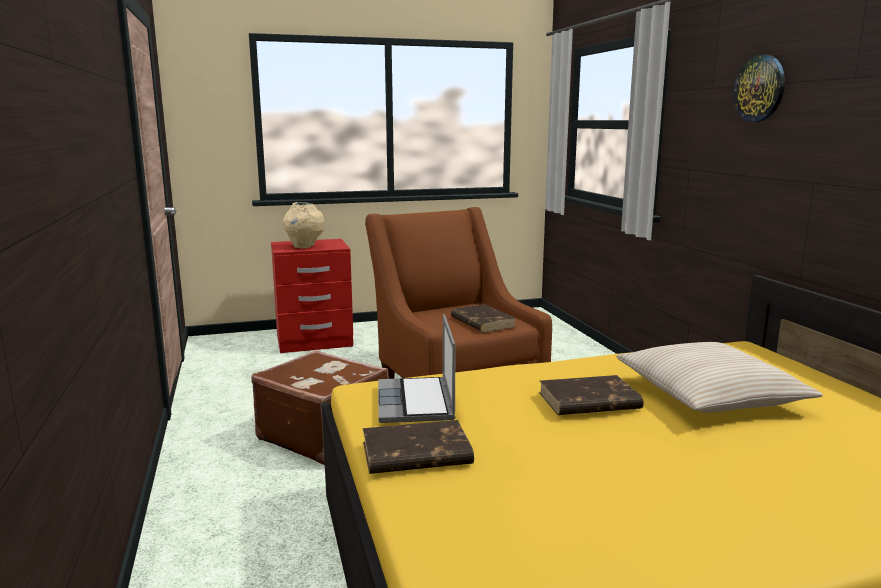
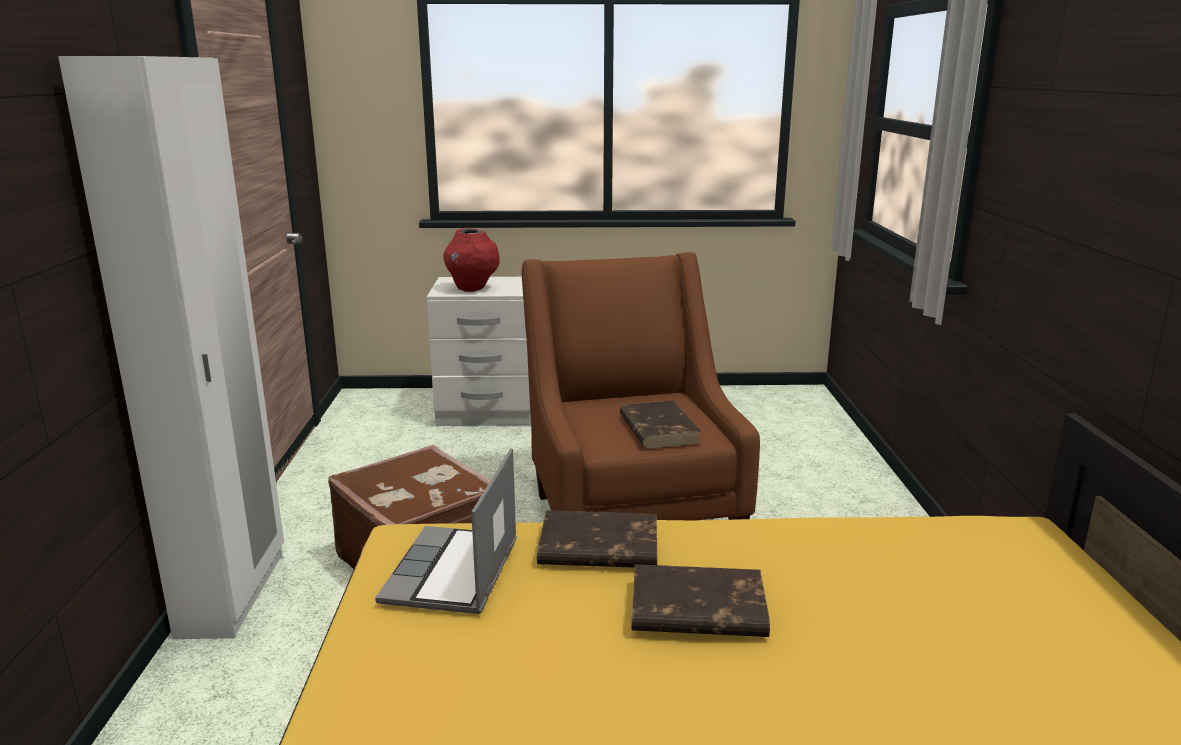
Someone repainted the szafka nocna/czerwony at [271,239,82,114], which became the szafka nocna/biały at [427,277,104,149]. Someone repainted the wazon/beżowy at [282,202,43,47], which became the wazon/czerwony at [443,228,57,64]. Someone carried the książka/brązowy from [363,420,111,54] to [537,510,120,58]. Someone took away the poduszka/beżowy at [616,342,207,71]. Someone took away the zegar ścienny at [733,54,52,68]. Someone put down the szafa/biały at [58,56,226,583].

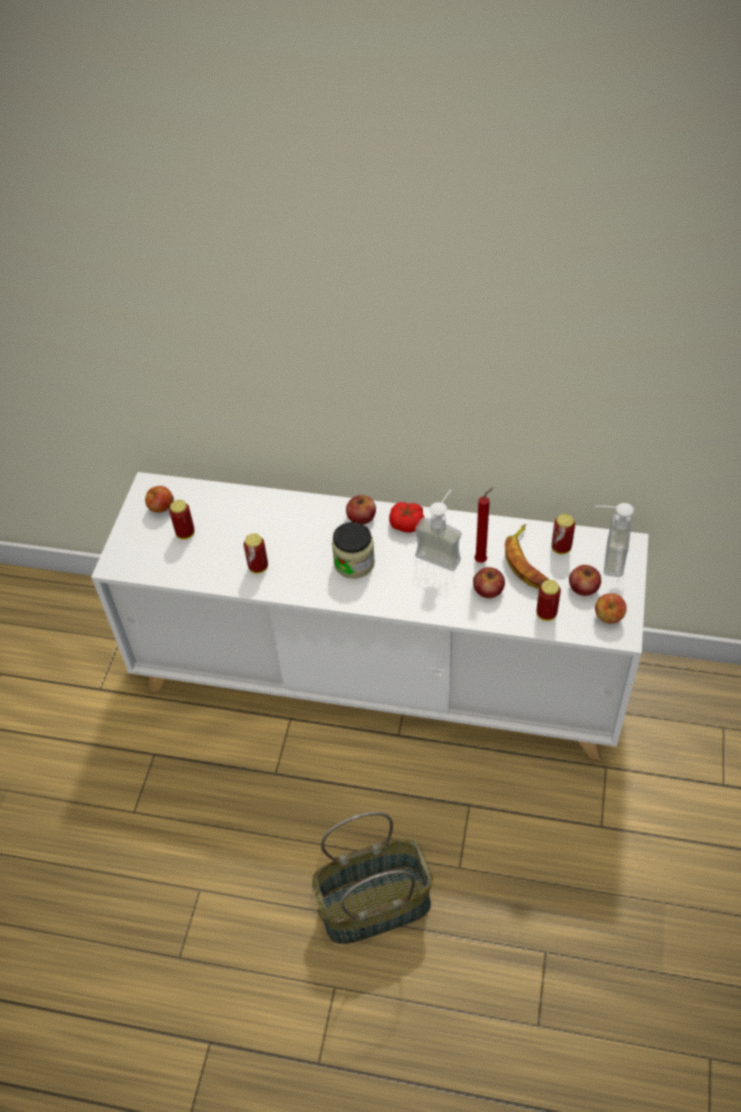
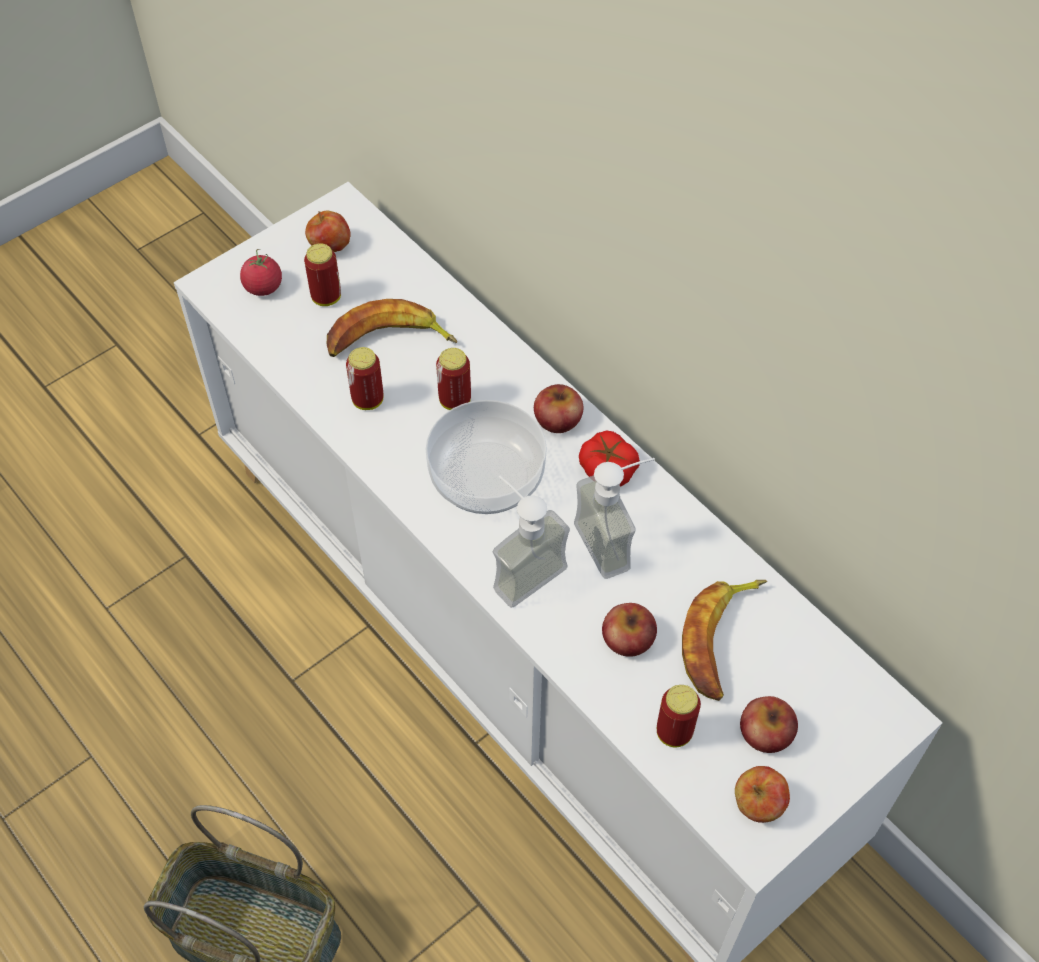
Someone swapped the słoik at [332,522,43,57] for the miska at [426,400,121,114]. Someone took away the świeca/czerwony at [474,487,19,76]. Someone carried the puszka from [551,514,24,40] to [436,348,35,62]. Someone carried the dozownik mydła from [595,503,39,74] to [493,476,77,132]. Someone put down the pomidor at [240,249,42,47]. Someone put down the banan at [327,299,130,58].

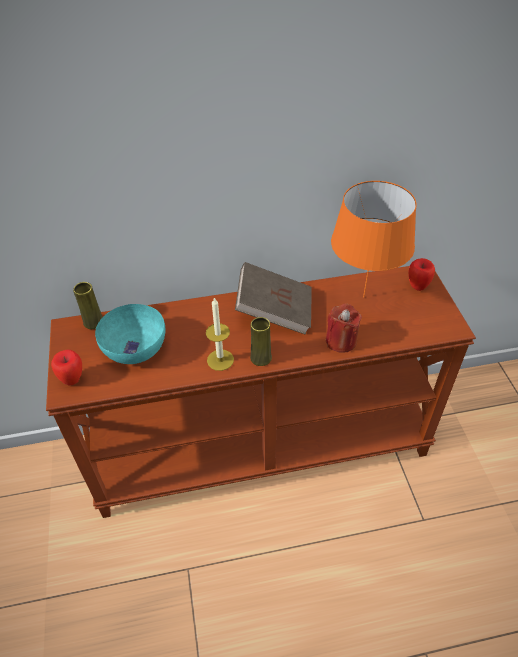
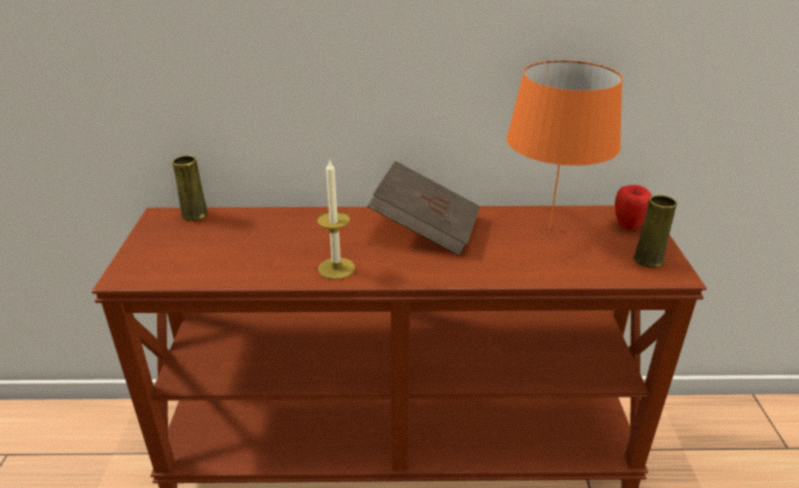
Someone took away the jabłko at [51,350,31,35]. Someone took away the miska/turkusowy at [95,304,70,60]. Someone carried the wazon/żółty from [250,317,22,49] to [634,195,43,73]. Someone took away the świeca/czerwony at [326,303,36,50].

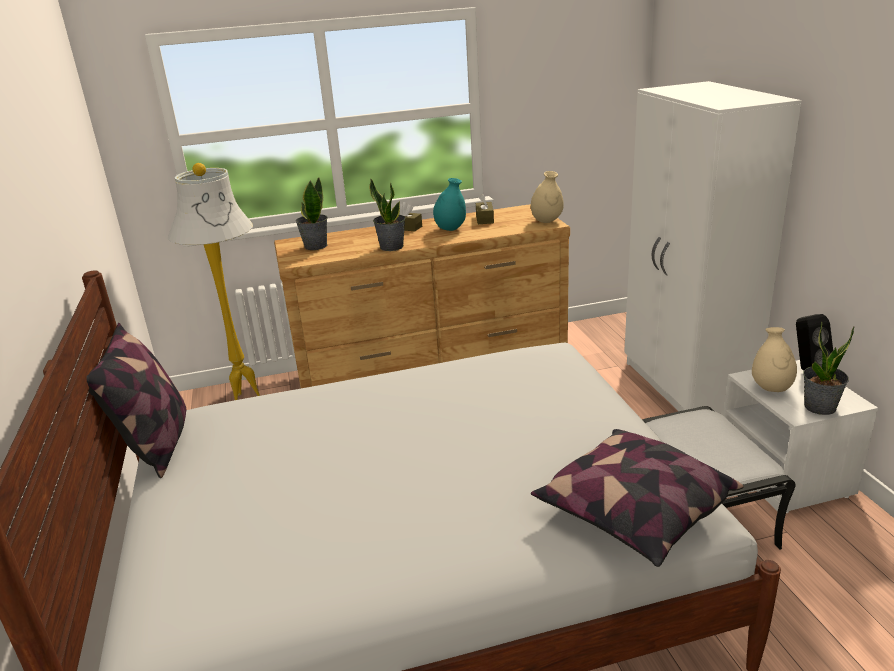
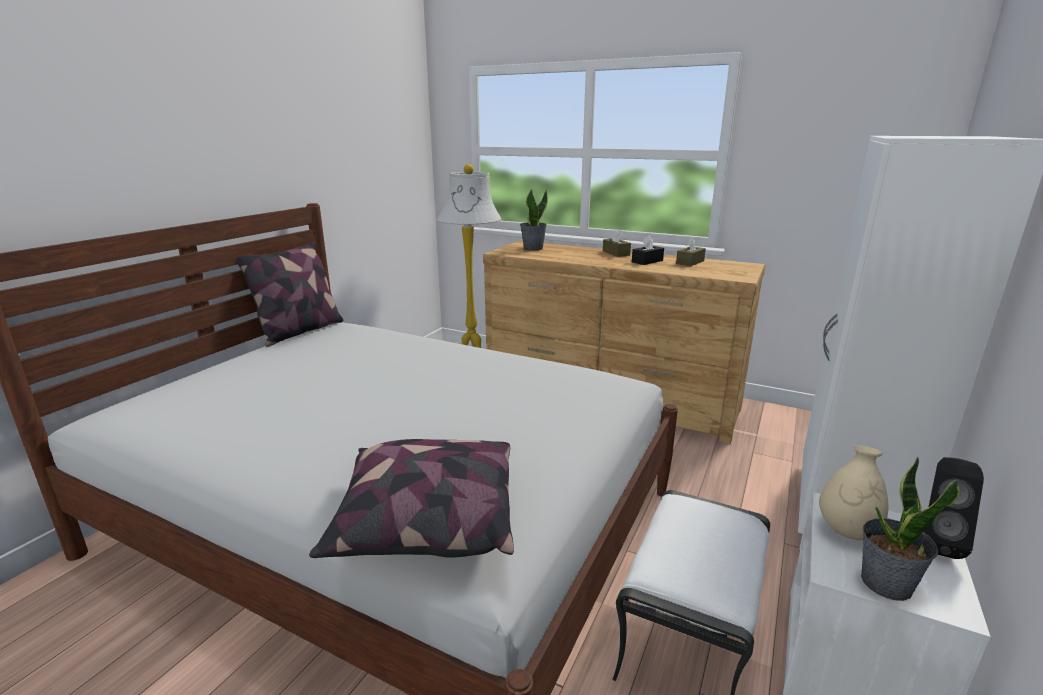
Someone took away the roślina doniczkowa at [369,178,37,73]. Someone swapped the wazon/turkusowy at [433,178,33,53] for the pudełko chusteczek/czarny at [632,236,32,29]. Someone took away the wazon/beżowy at [531,171,33,52].

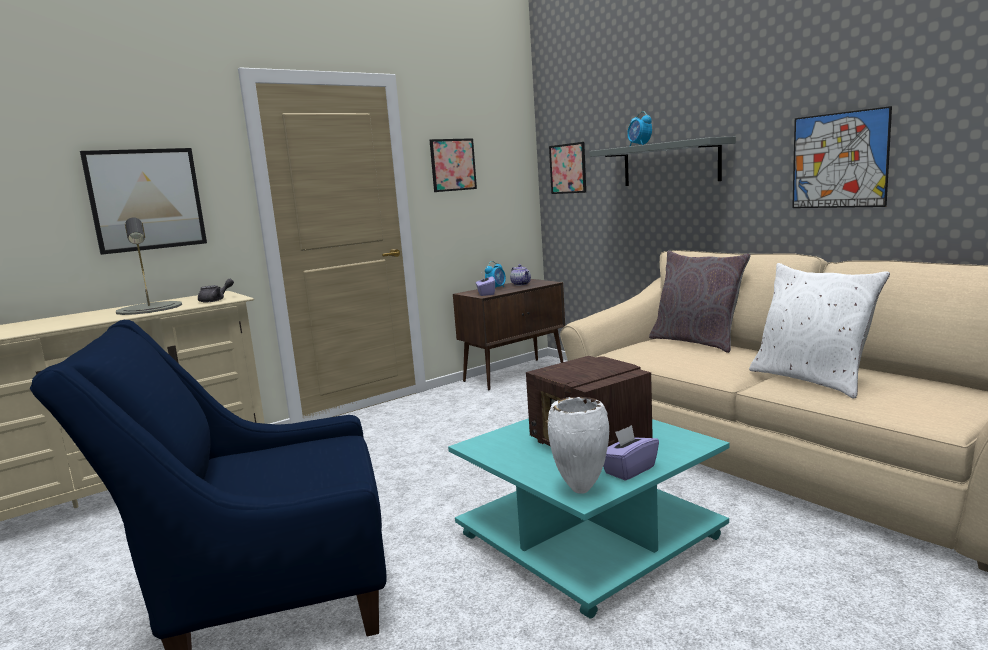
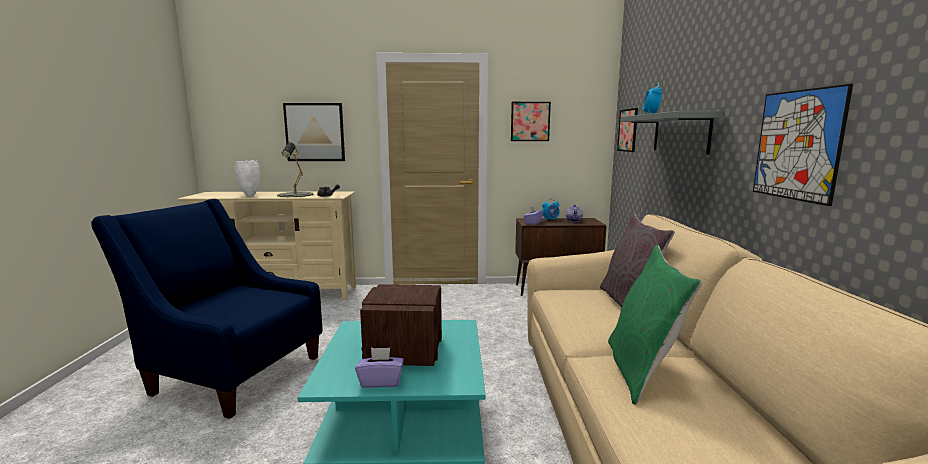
Someone carried the wazon/biały from [548,397,61,97] to [235,160,25,36]. Someone repainted the poduszka/biały at [749,263,141,135], which became the poduszka/zielony at [608,245,94,160].

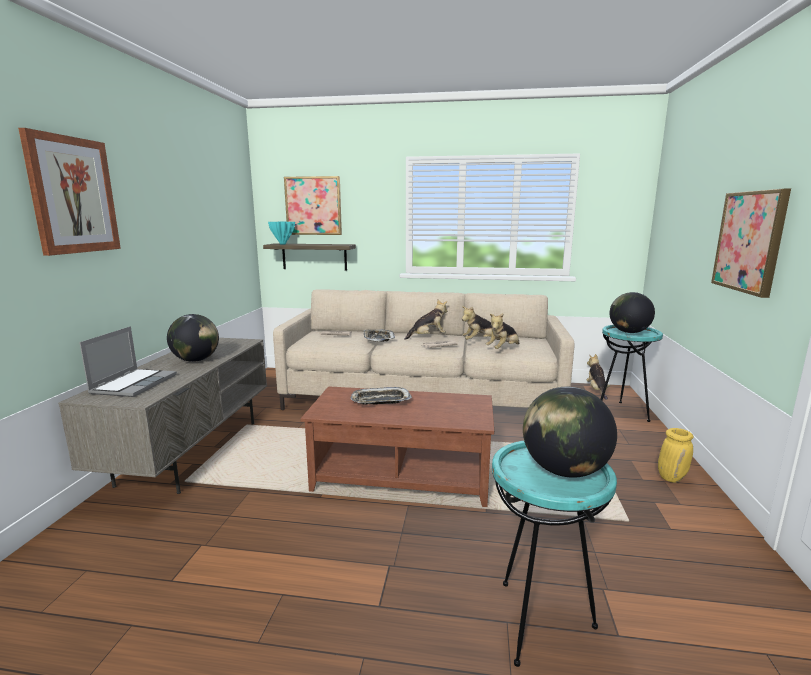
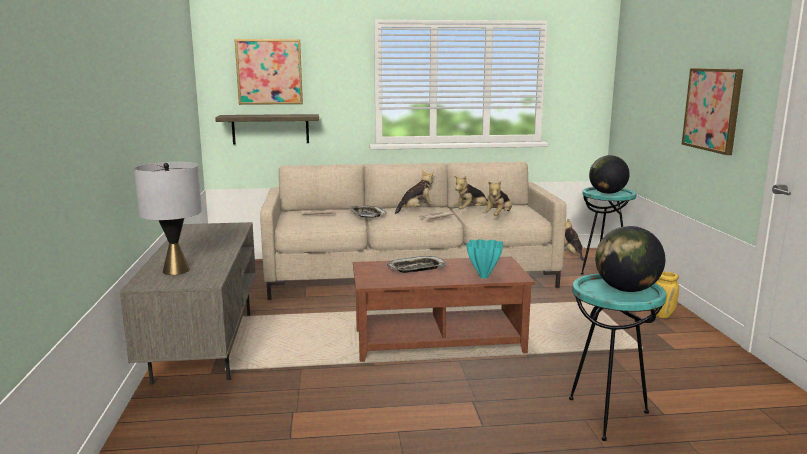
Someone took away the obraz at [18,128,103,128]. Someone swapped the laptop at [79,326,98,71] for the lampa stołowa/szary at [134,162,68,113]. Someone took away the globus at [167,314,52,48]. Someone carried the wazon/turkusowy from [268,222,27,23] to [466,239,37,40].

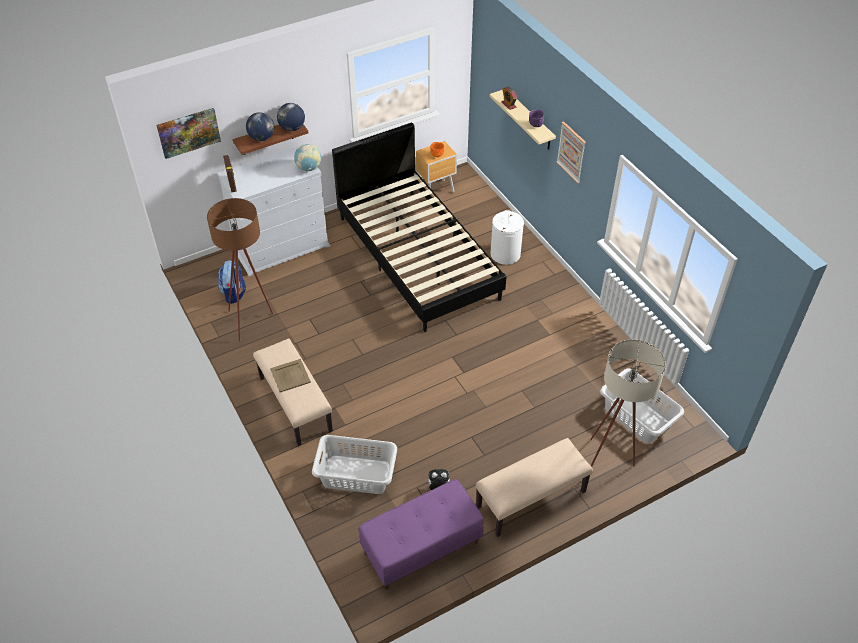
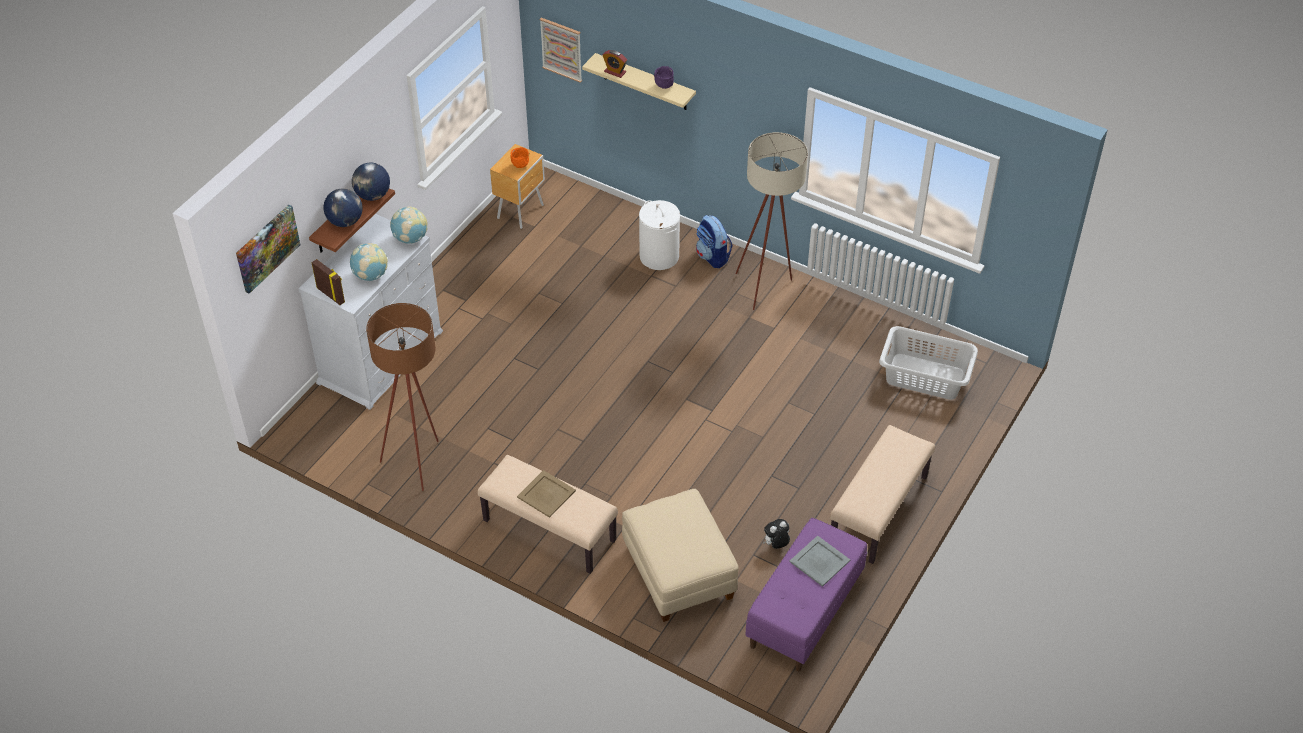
Someone carried the plecak from [218,260,28,44] to [696,215,36,53]. Someone swapped the kosz na pranie/szary at [312,435,85,59] for the pufa/beżowy at [622,489,117,133]. Someone took away the łóżko/czarny at [332,122,174,210]. Someone carried the obraz from [556,121,30,62] to [539,18,43,65]. Someone carried the lampa stojąca/beżowy from [590,339,76,128] to [735,132,73,178]. Someone put down the globus at [350,243,38,38]. Someone put down the taca/szary at [790,535,60,52].

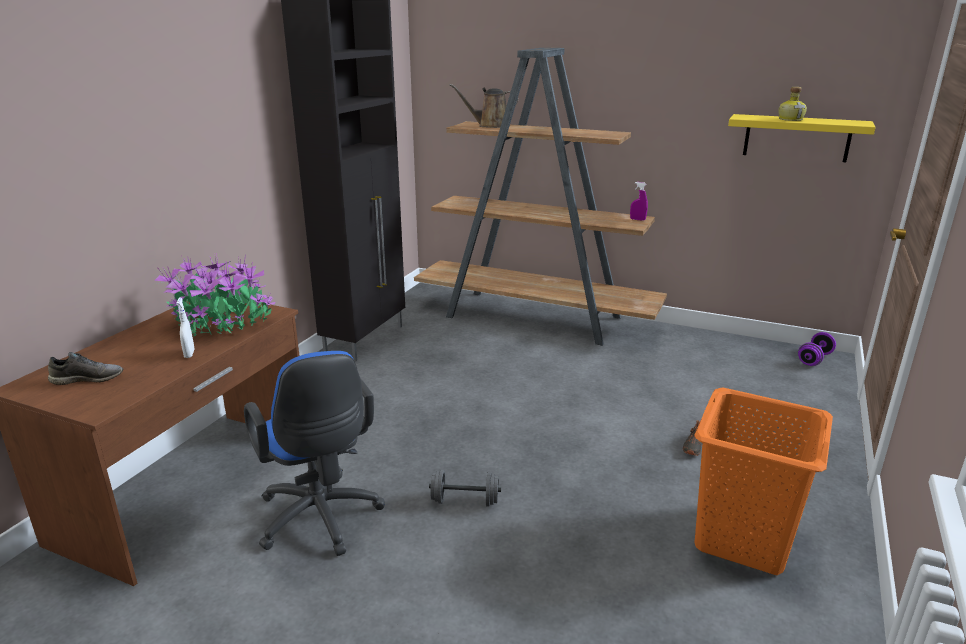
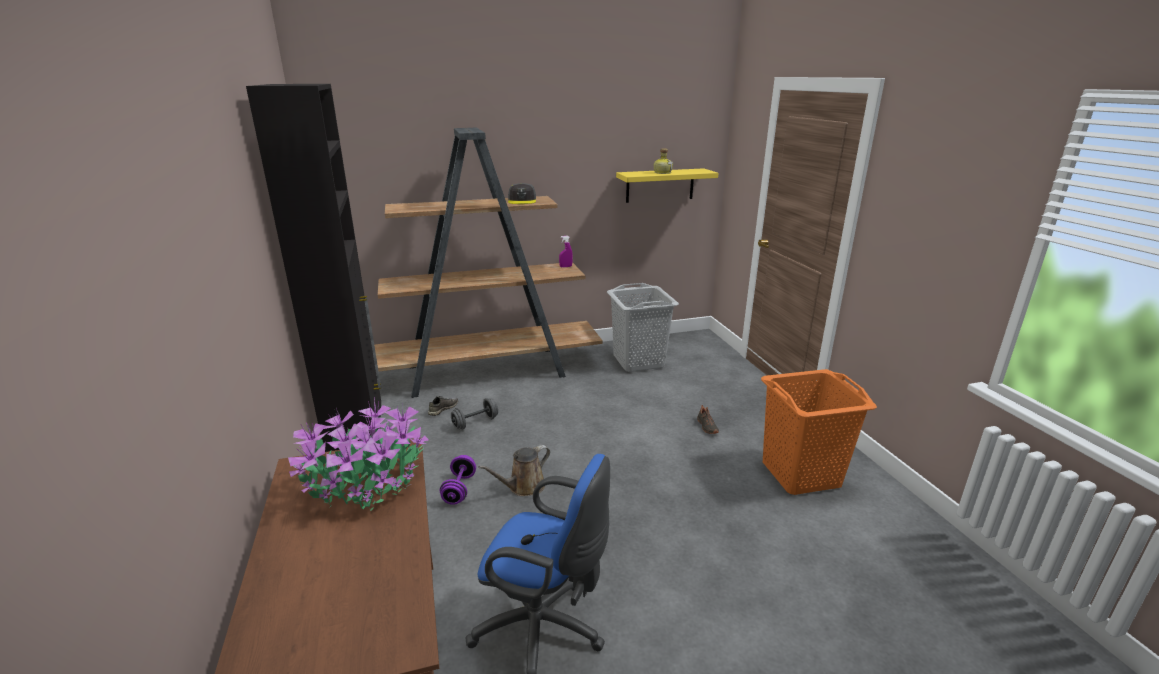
Someone carried the but/szary from [48,352,75,33] to [428,396,30,20]. Someone took away the spryskiwacz/biały at [176,297,18,61]. Someone carried the hantel/szary from [429,469,72,38] to [451,398,47,32]. Someone carried the konewka/brązowy from [450,84,68,44] to [478,445,72,51]. Someone carried the hantel/fioletowy from [798,332,38,34] to [440,455,36,50]. Someone put down the czapka z daszkiem/szary at [508,183,28,21]. Someone put down the kosz na pranie/szary at [607,283,72,89].

